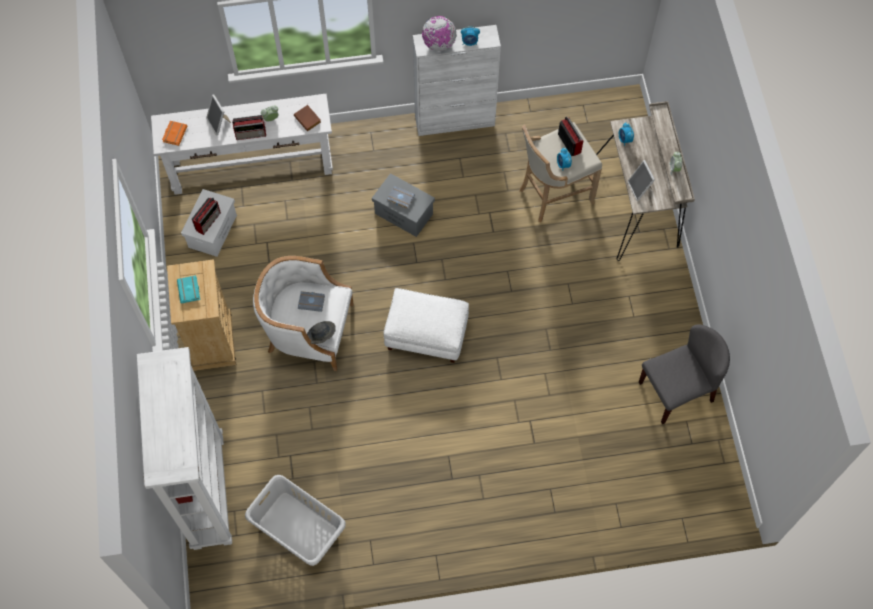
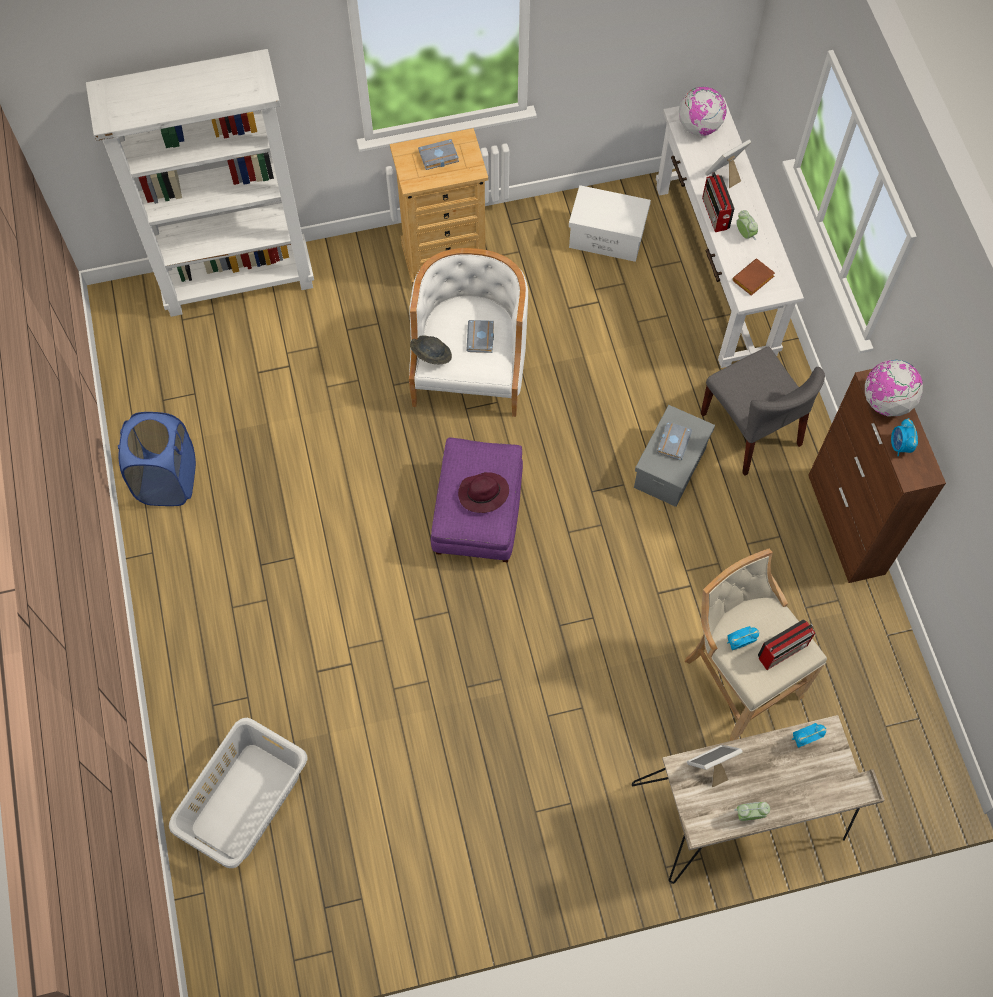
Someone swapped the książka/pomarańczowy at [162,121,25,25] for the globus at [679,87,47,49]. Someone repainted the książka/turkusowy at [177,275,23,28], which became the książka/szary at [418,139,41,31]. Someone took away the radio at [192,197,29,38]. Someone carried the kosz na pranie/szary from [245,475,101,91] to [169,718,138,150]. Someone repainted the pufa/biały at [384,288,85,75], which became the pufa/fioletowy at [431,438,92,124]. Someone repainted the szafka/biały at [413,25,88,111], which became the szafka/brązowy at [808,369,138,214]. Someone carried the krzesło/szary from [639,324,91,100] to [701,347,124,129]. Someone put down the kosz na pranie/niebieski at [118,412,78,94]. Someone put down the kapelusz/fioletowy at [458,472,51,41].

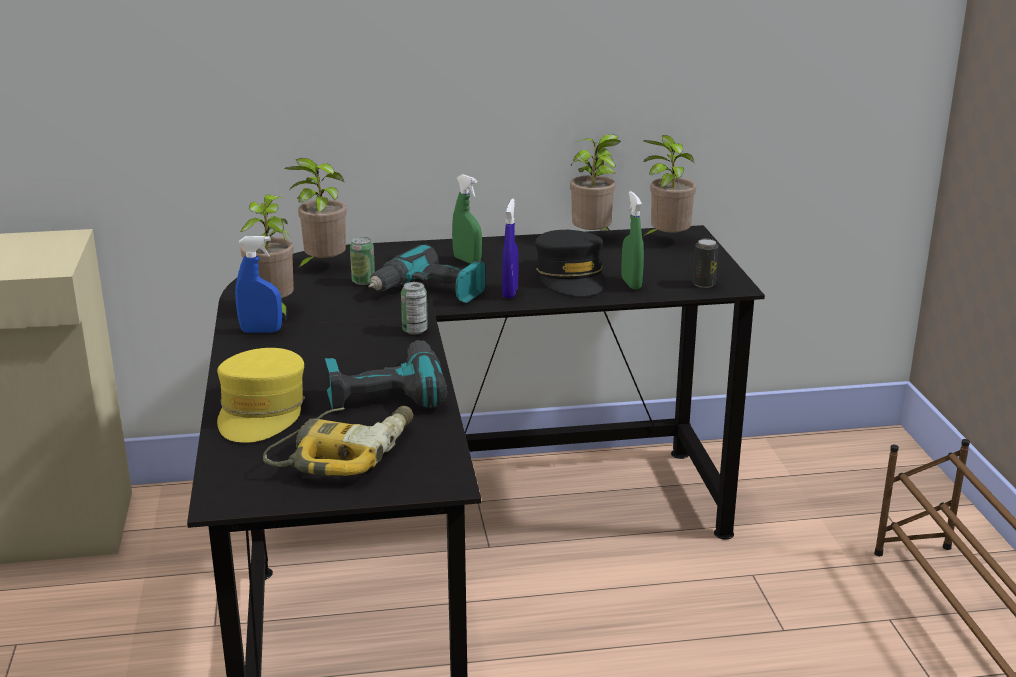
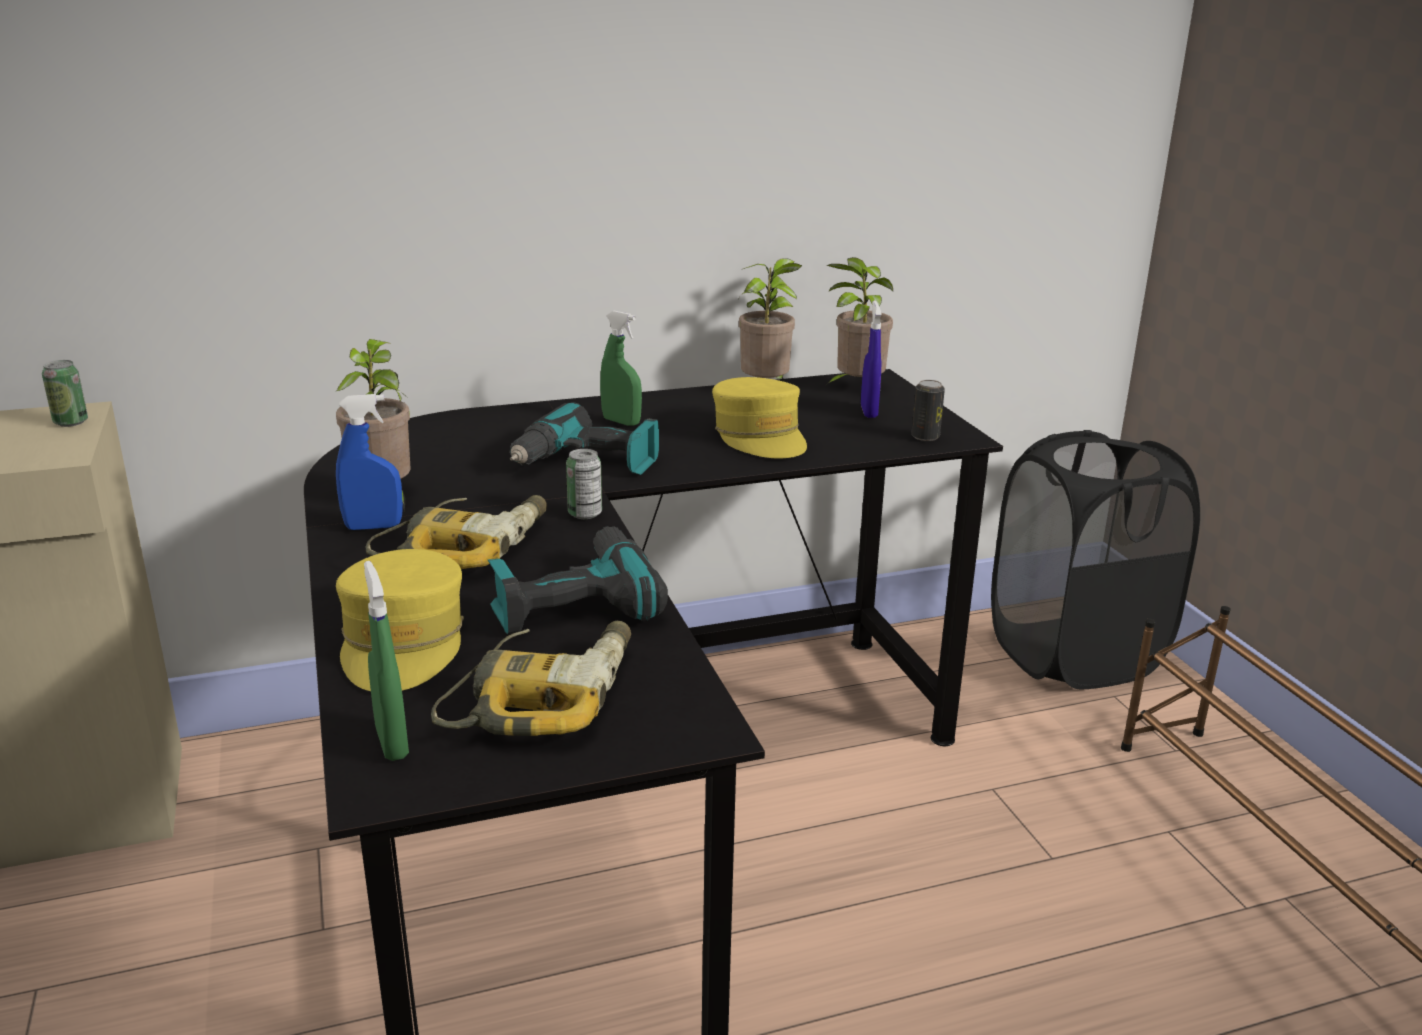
Someone took away the roślina doniczkowa at [284,158,63,112]. Someone carried the puszka from [350,237,25,48] to [42,360,46,67]. Someone carried the spryskiwacz/niebieski from [502,199,17,99] to [861,301,21,117]. Someone repainted the czapka z daszkiem/czarny at [535,230,71,66], which became the czapka z daszkiem/żółty at [712,377,95,81]. Someone carried the spryskiwacz/zielony from [621,191,23,99] to [364,561,45,200]. Someone put down the wiertarka at [366,495,181,74]. Someone put down the kosz na pranie/czarny at [991,430,209,259].

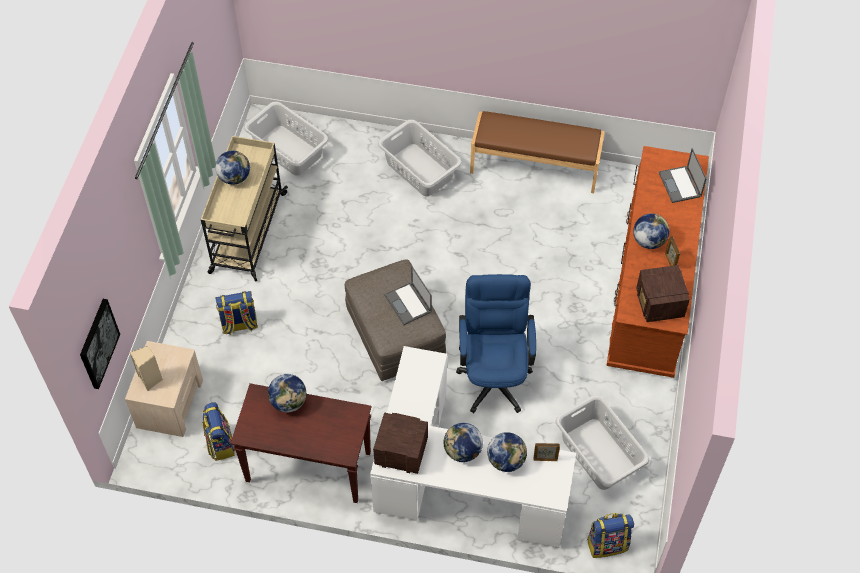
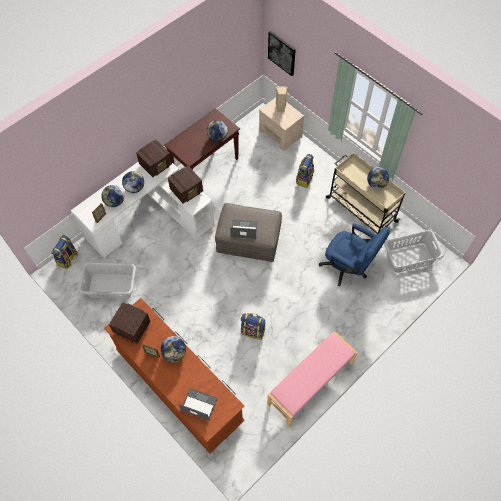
Someone carried the plecak from [203,402,32,59] to [241,313,25,27]. Someone took away the kosz na pranie/szary at [378,119,84,77]. Someone carried the krzesło biurowe/niebieski from [456,274,80,139] to [319,223,71,63]. Someone repainted the ławka/brązowy at [470,111,135,82], which became the ławka/różowy at [267,331,91,96]. Someone put down the radio at [168,166,35,38].

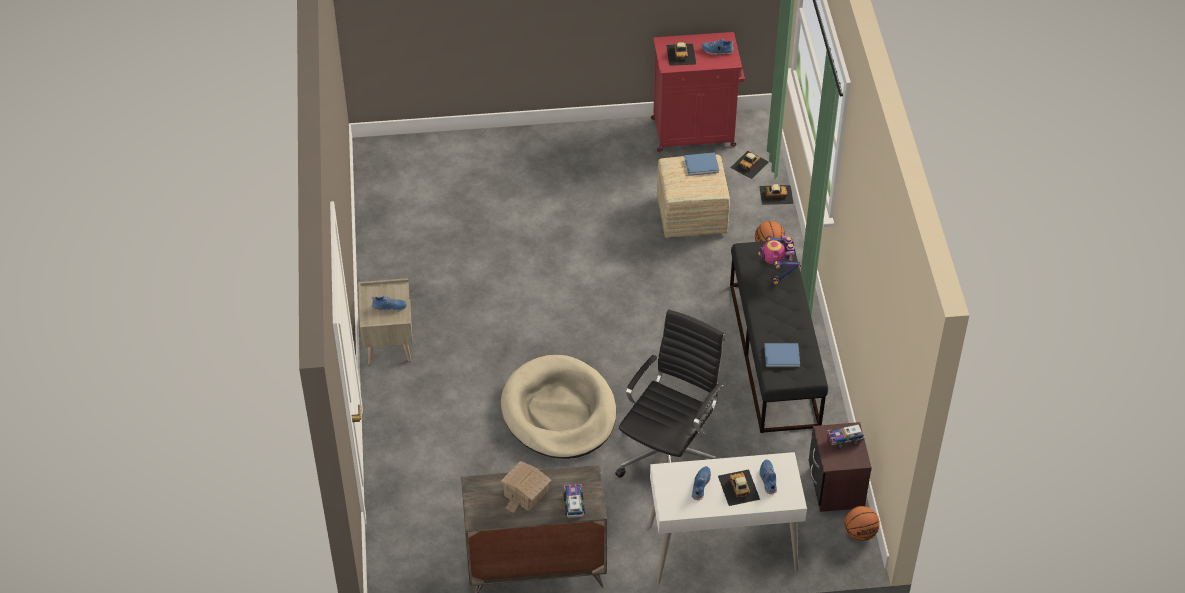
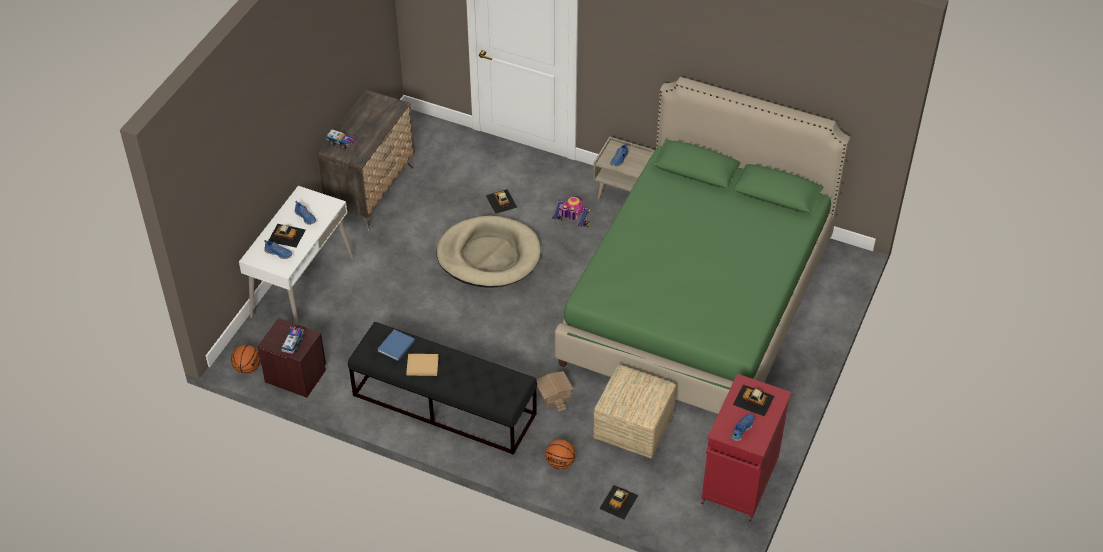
Someone carried the domek from [501,461,50,52] to [537,371,36,41]. Someone took away the krzesło biurowe/czarny at [615,309,109,169]. Someone took away the książka/niebieski at [684,152,35,24]. Someone carried the samochodzik from [730,151,39,28] to [486,189,32,25]. Someone carried the robot zabawkowy from [758,235,43,50] to [552,196,39,31]. Someone put down the książka/beżowy at [406,354,33,22]. Someone put down the łóżko/zielony at [555,77,295,337].

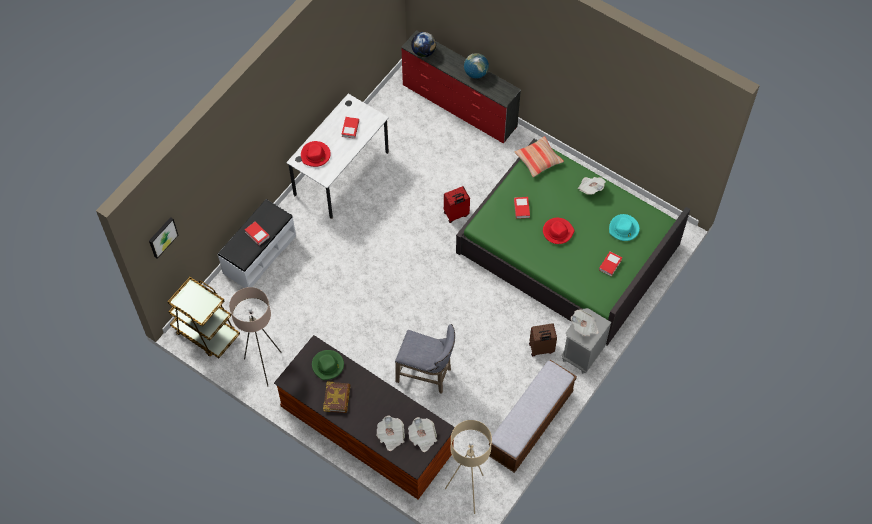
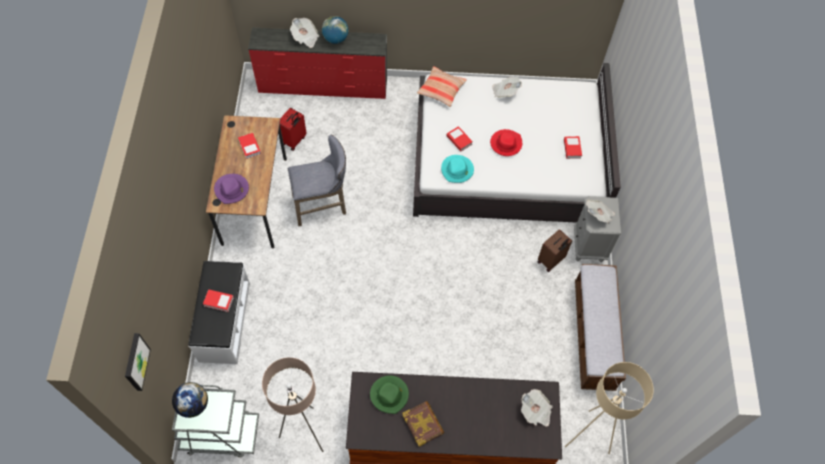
Someone repainted the wózek/brązowy at [168,277,72,81], which became the wózek/szary at [172,385,87,73]. Someone repainted the biurko/biały at [286,94,103,125], which became the biurko/brązowy at [206,115,81,133]. Someone repainted the kapelusz/czerwony at [301,141,30,26], which became the kapelusz/fioletowy at [214,174,35,30]. Someone carried the gazeta from [376,415,29,36] to [290,18,29,30]. Someone carried the stołek/szary from [395,324,60,70] to [288,135,58,91]. Someone carried the globus from [411,32,25,25] to [172,382,36,36]. Someone carried the walizka/czerwony from [444,186,26,37] to [280,108,26,43]. Someone repainted the łóżko/zielony at [456,139,235,207], which became the łóżko/biały at [413,63,208,160]. Someone carried the kapelusz/turkusowy from [609,214,31,27] to [441,155,33,28].

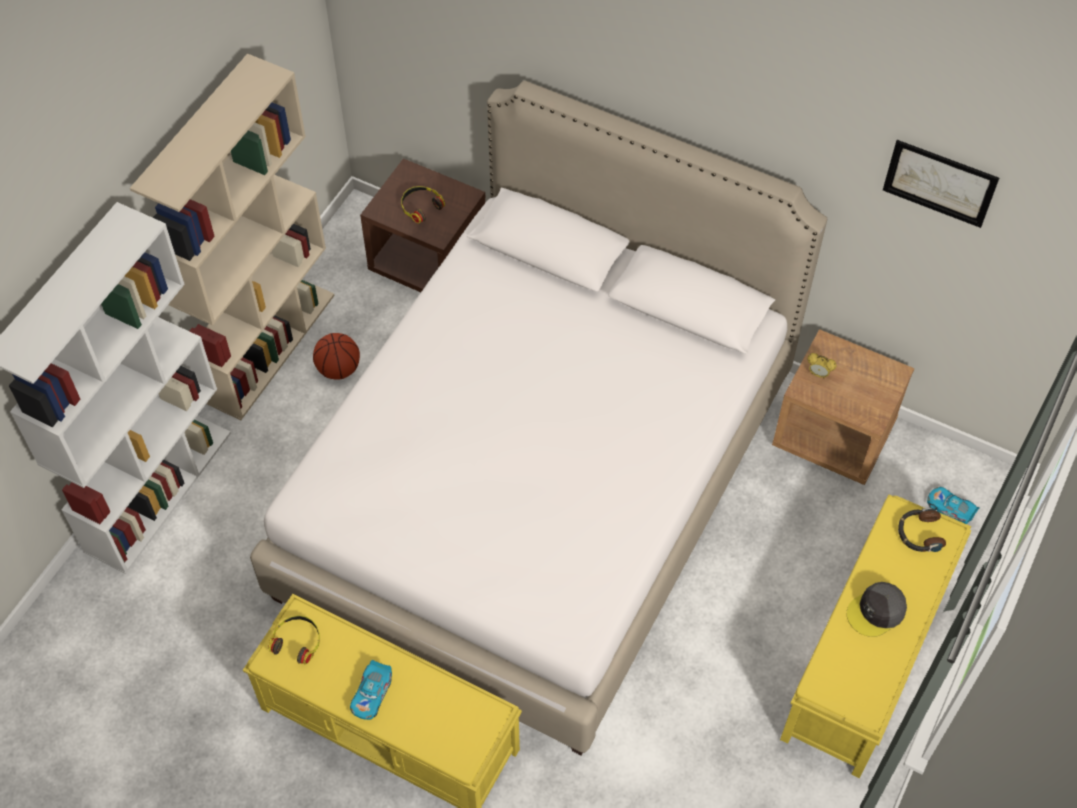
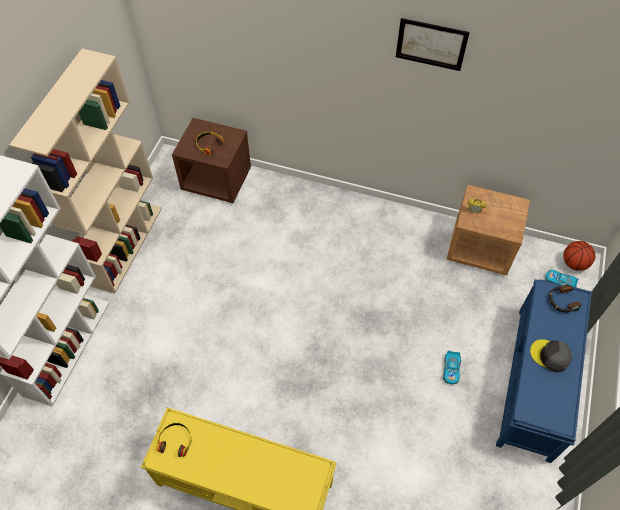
Someone took away the łóżko/biały at [250,80,577,675]. Someone carried the piłka do koszykówki from [313,333,47,47] to [563,241,32,30]. Someone carried the samochodzik from [350,660,42,60] to [443,351,18,33]. Someone repainted the ławka/żółty at [780,494,192,284], which became the ławka/niebieski at [496,279,96,184]. Someone rotated the czapka z daszkiem/szary at [847,582,60,55] by 75 degrees clockwise. Someone carried the obraz from [883,140,116,88] to [396,18,74,53].

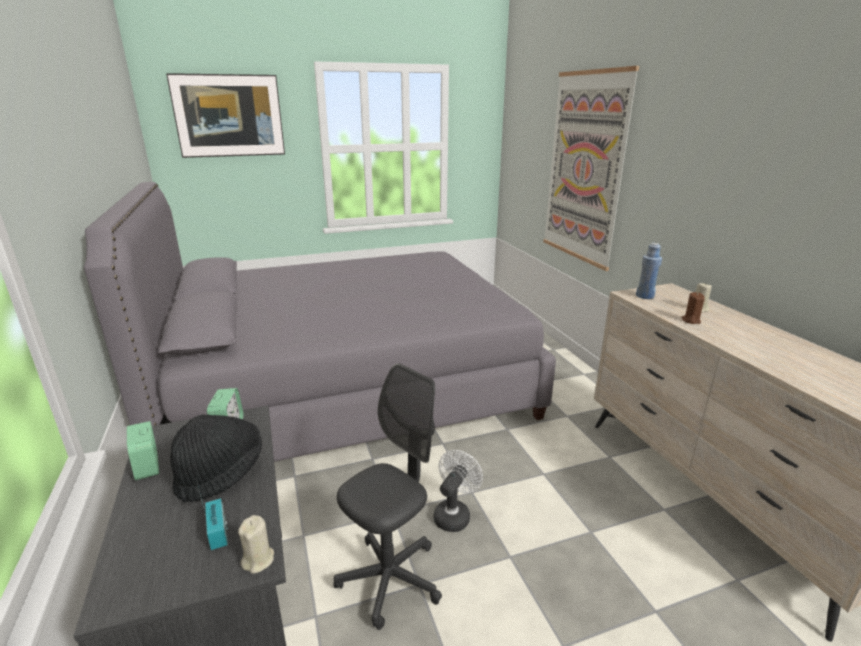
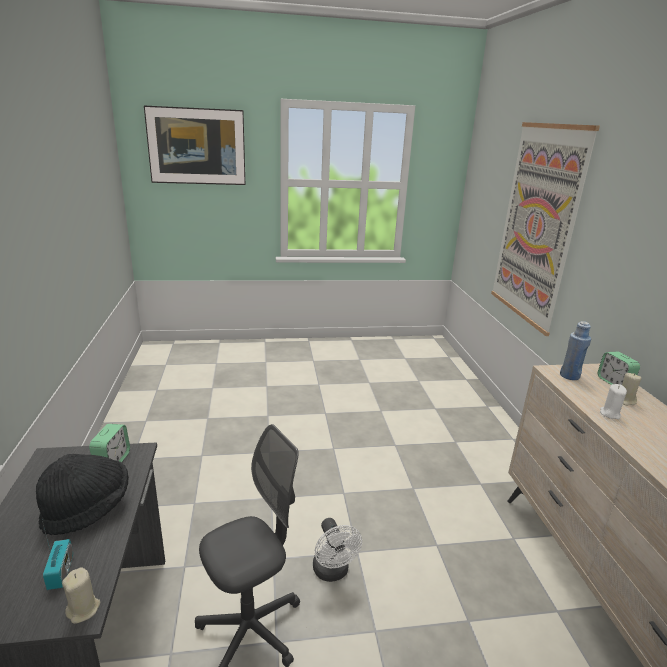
Someone took away the łóżko/szary at [84,182,472,280]. Someone carried the budzik from [127,421,32,59] to [598,351,42,34]. Someone rotated the wentylator/biały at [434,450,49,82] by 120 degrees clockwise. Someone repainted the świeca/brązowy at [681,292,24,32], which became the świeca/biały at [600,384,27,35].

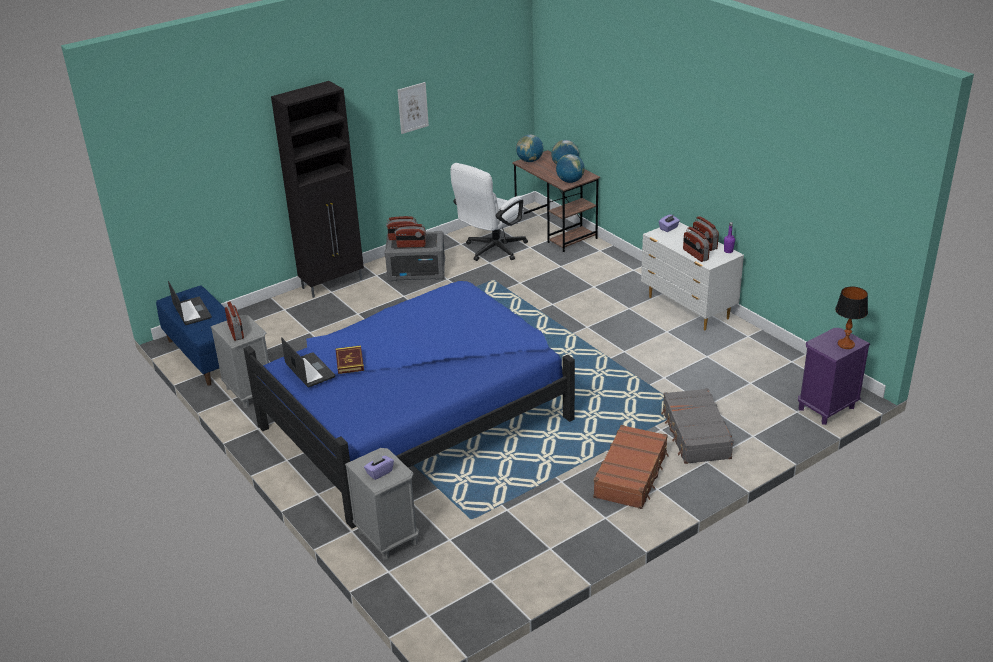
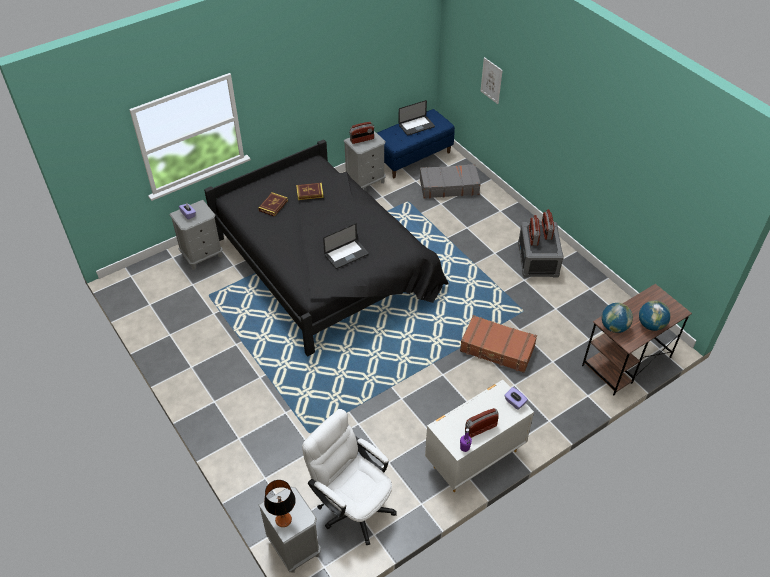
Someone repainted the łóżko/niebieski at [244,281,331,248], which became the łóżko/czarny at [204,139,244,217]. Someone took away the szafka/czarny at [271,81,93,217]. Someone carried the laptop from [281,337,54,50] to [323,224,46,45]. Someone carried the obraz from [397,82,32,52] to [480,57,23,47]. Someone carried the krzesło biurowe/biały from [450,163,78,98] to [302,409,95,136]. Someone took away the globus at [516,134,27,28]. Someone carried the walizka/brązowy from [593,425,76,84] to [460,315,77,58]. Someone carried the walizka/szary from [661,388,73,76] to [420,164,61,34]. Someone took away the radio at [683,227,27,35]. Someone repainted the szafka nocna/fioletowy at [798,328,72,97], which became the szafka nocna/szary at [259,487,62,86]. Someone put down the książka at [258,192,30,25].

